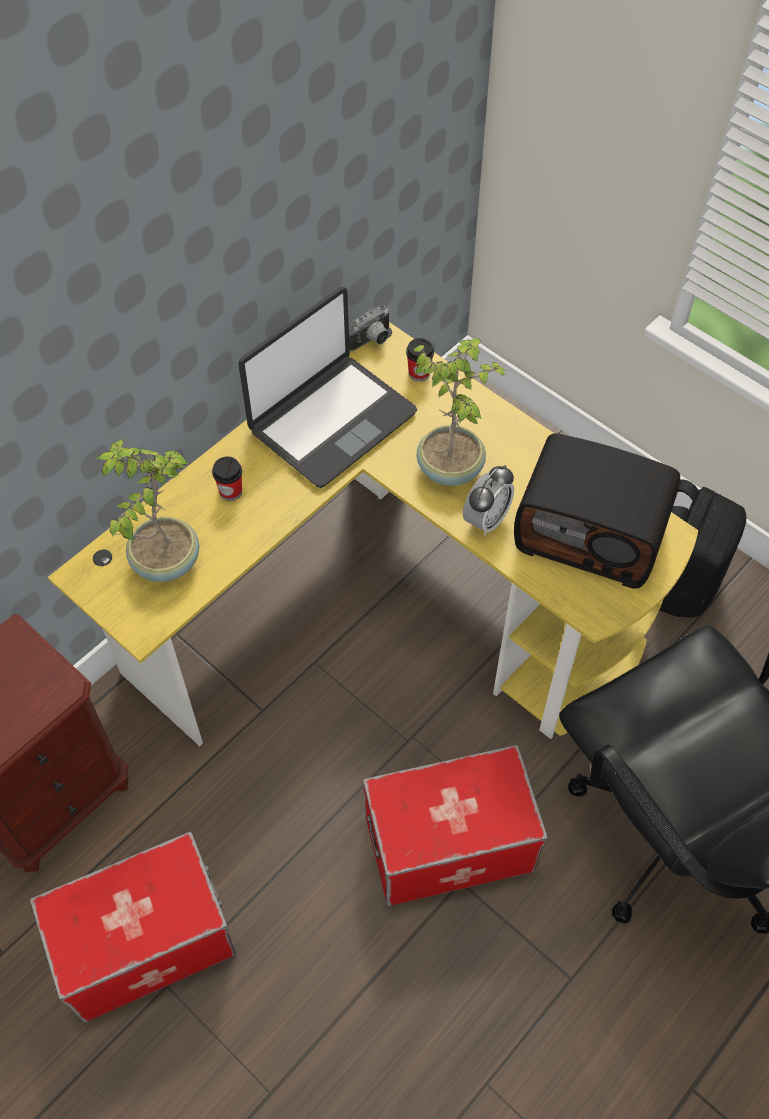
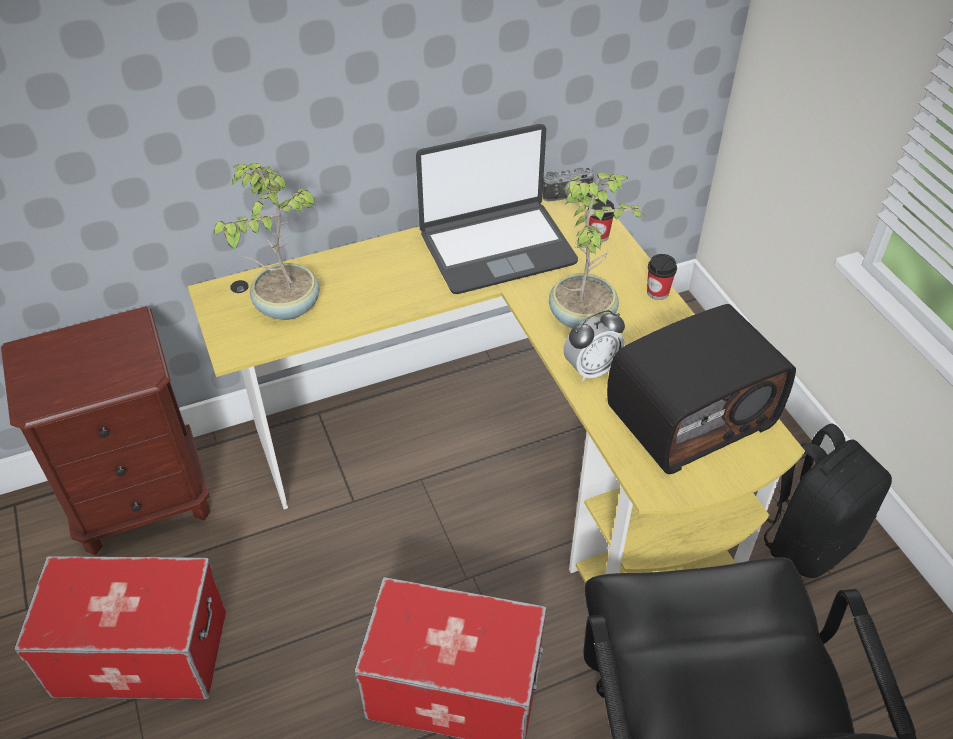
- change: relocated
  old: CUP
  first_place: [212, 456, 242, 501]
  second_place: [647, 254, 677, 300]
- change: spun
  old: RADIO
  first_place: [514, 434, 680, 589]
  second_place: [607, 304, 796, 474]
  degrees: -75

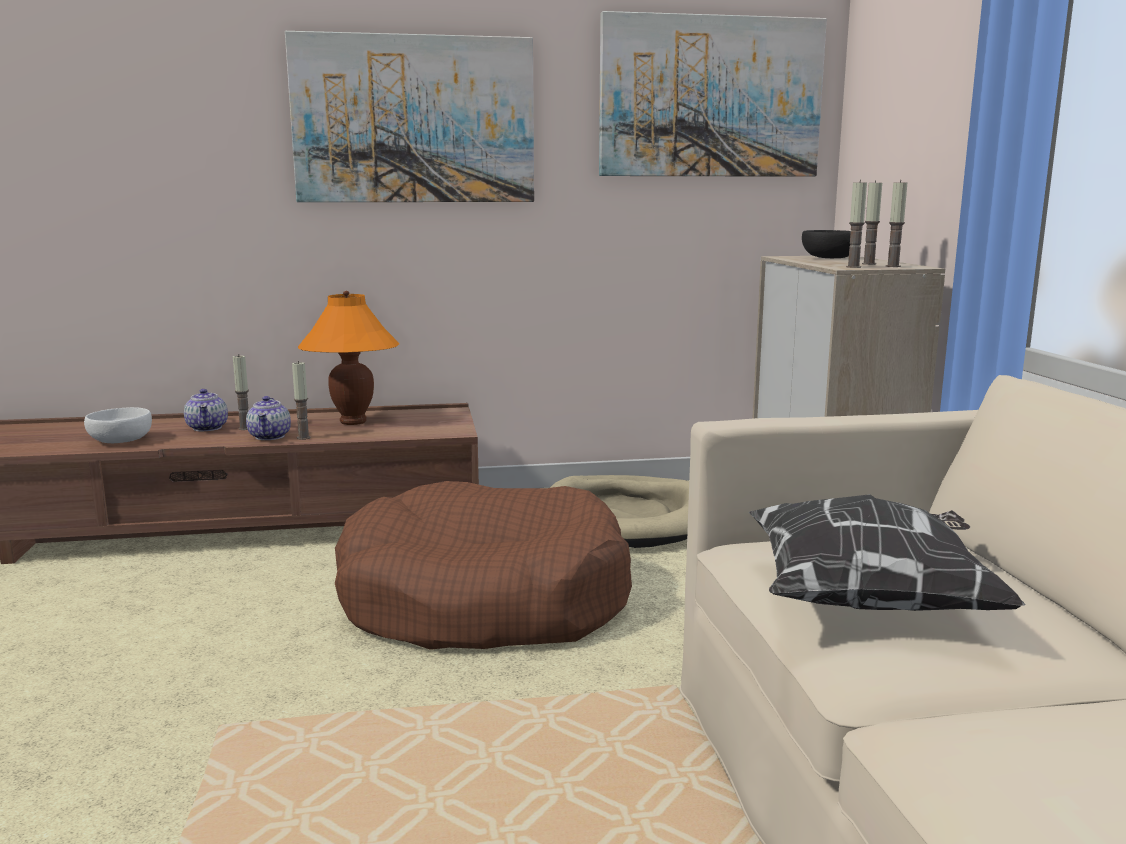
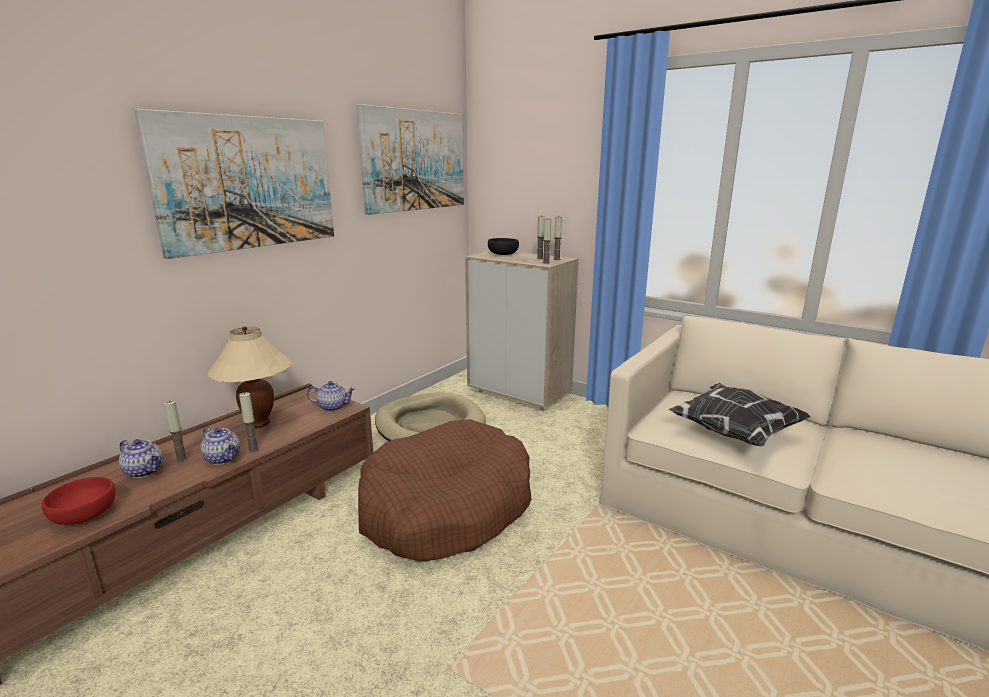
- change: colour
  old: WHITE BOWL
  new: RED BOWL
  first_place: [84, 407, 152, 443]
  second_place: [42, 477, 116, 525]
- change: colour
  old: ORANGE TABLE LAMP
  new: BEIGE TABLE LAMP
  first_place: [298, 291, 399, 425]
  second_place: [207, 326, 292, 428]
- change: appeared
  new: TEAPOT
  second_place: [307, 381, 355, 412]

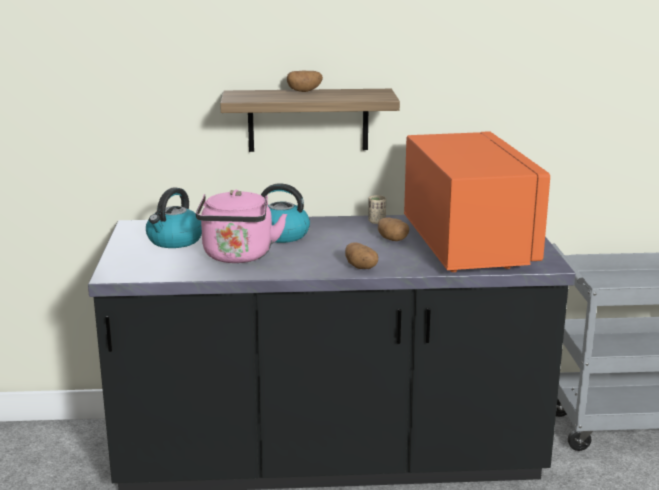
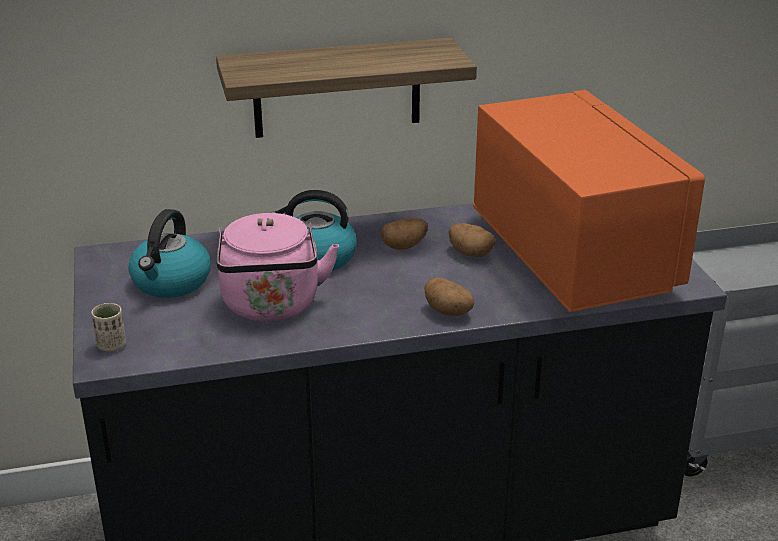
- change: relocated
  old: POTATO
  first_place: [287, 70, 323, 92]
  second_place: [381, 218, 428, 250]
- change: relocated
  old: BEIGE CUP
  first_place: [368, 195, 386, 224]
  second_place: [92, 303, 126, 352]

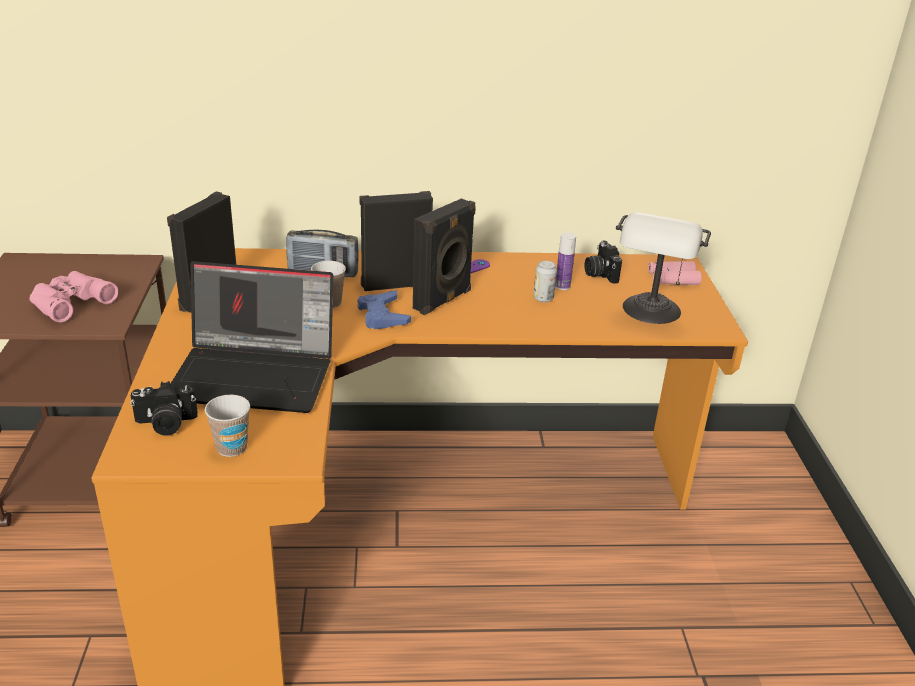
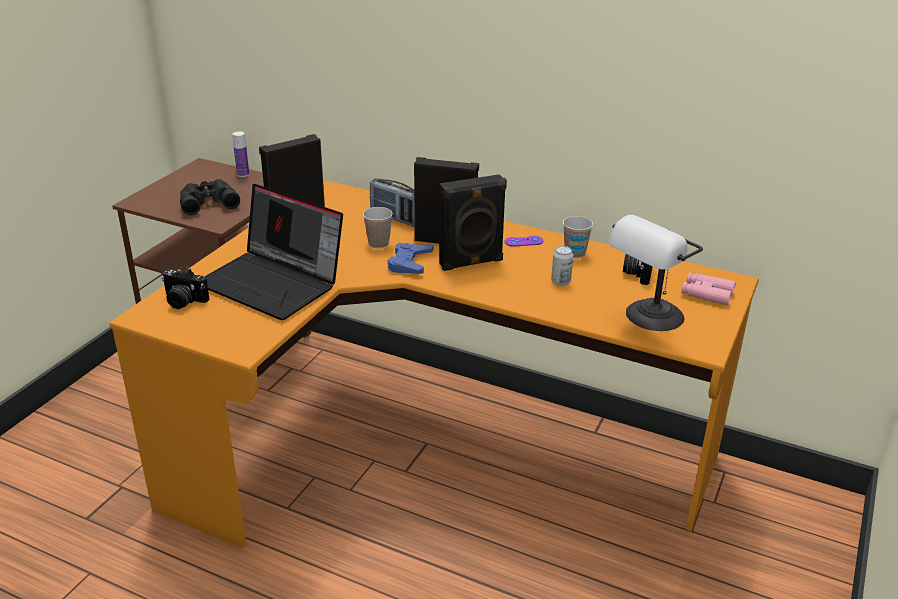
- change: colour
  old: PINK BINOCULARS
  new: BLACK BINOCULARS
  first_place: [30, 271, 118, 323]
  second_place: [180, 179, 240, 215]
- change: relocated
  old: CUP
  first_place: [205, 395, 250, 457]
  second_place: [563, 216, 593, 258]
- change: relocated
  old: BOTTLE
  first_place: [555, 232, 576, 290]
  second_place: [233, 131, 249, 177]

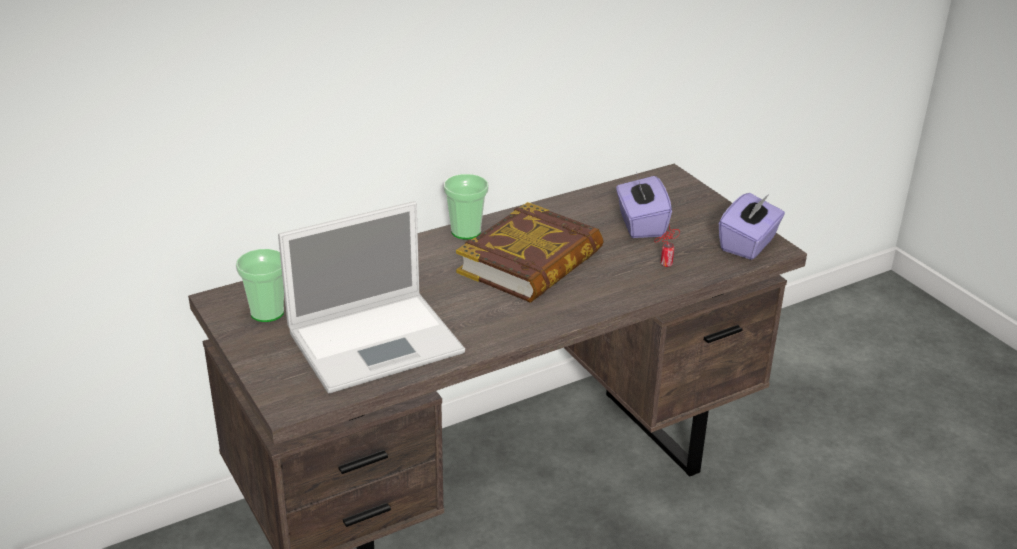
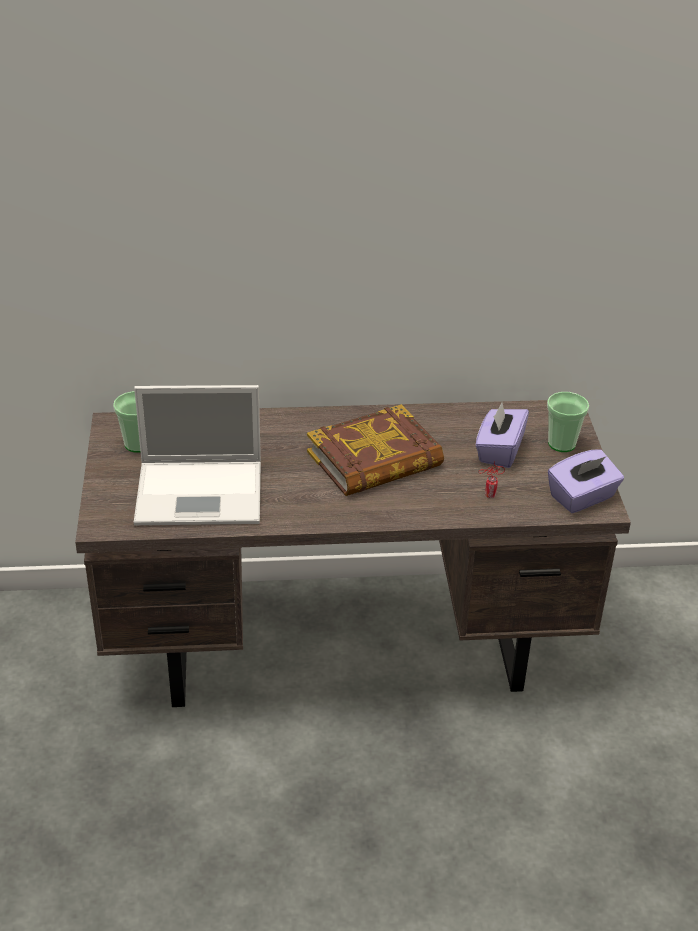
- change: relocated
  old: CUP
  first_place: [444, 174, 488, 239]
  second_place: [547, 392, 589, 452]

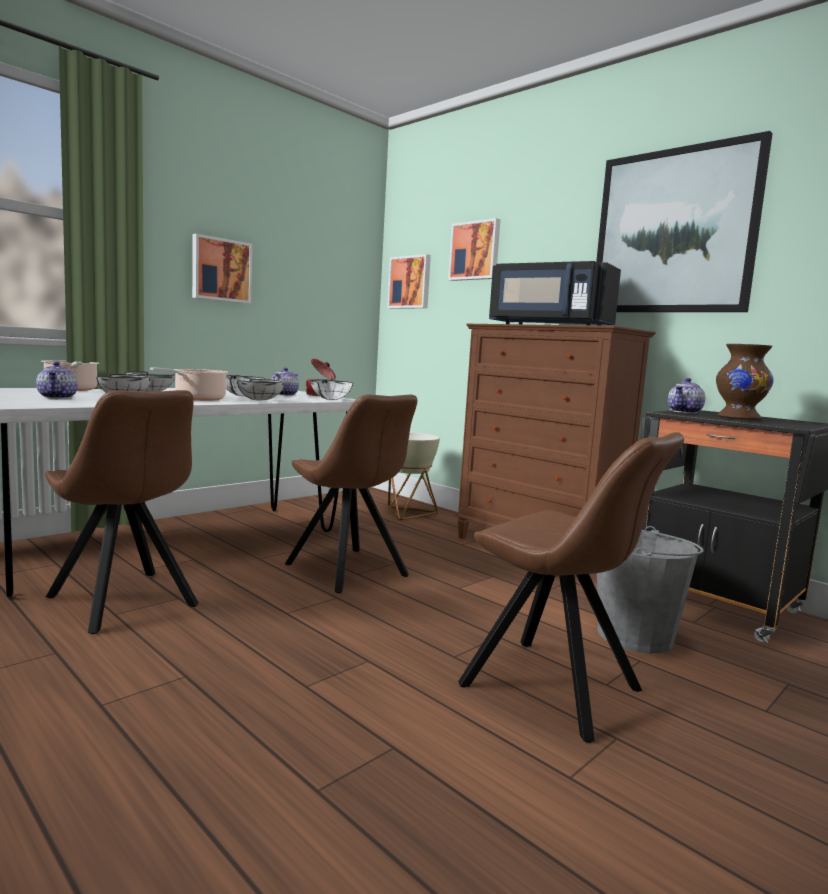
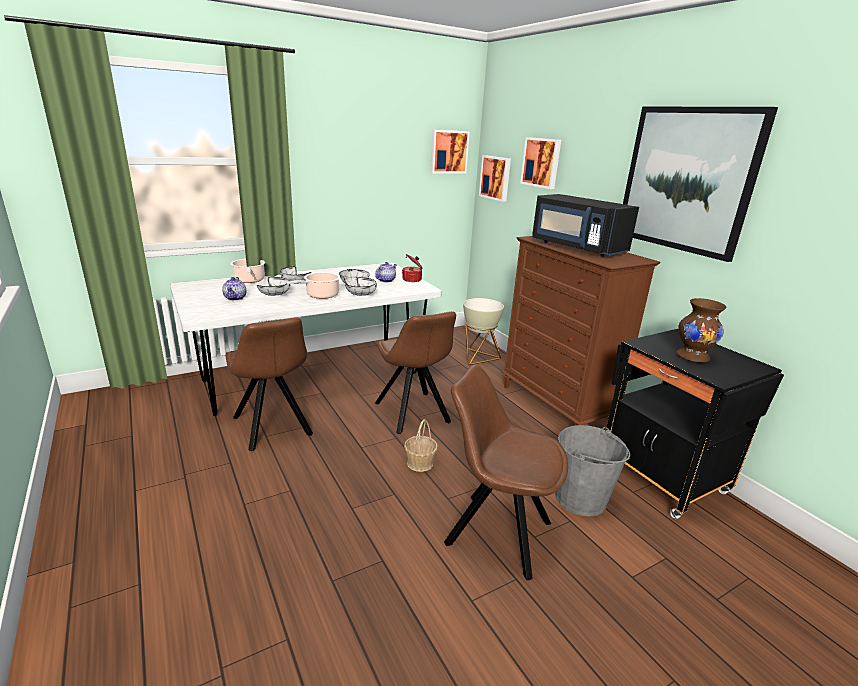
- change: relocated
  old: PICTURE
  first_place: [192, 234, 252, 304]
  second_place: [430, 130, 470, 173]
- change: missing
  old: WHITE BOWL
  first_place: [310, 379, 353, 400]
- change: spun
  old: BROWN CHAIR
  first_place: [458, 432, 684, 743]
  second_place: [444, 364, 568, 580]
  degrees: 150
- change: missing
  old: TEAPOT
  first_place: [668, 378, 706, 413]
- change: appeared
  new: BASKET
  second_place: [404, 419, 438, 472]

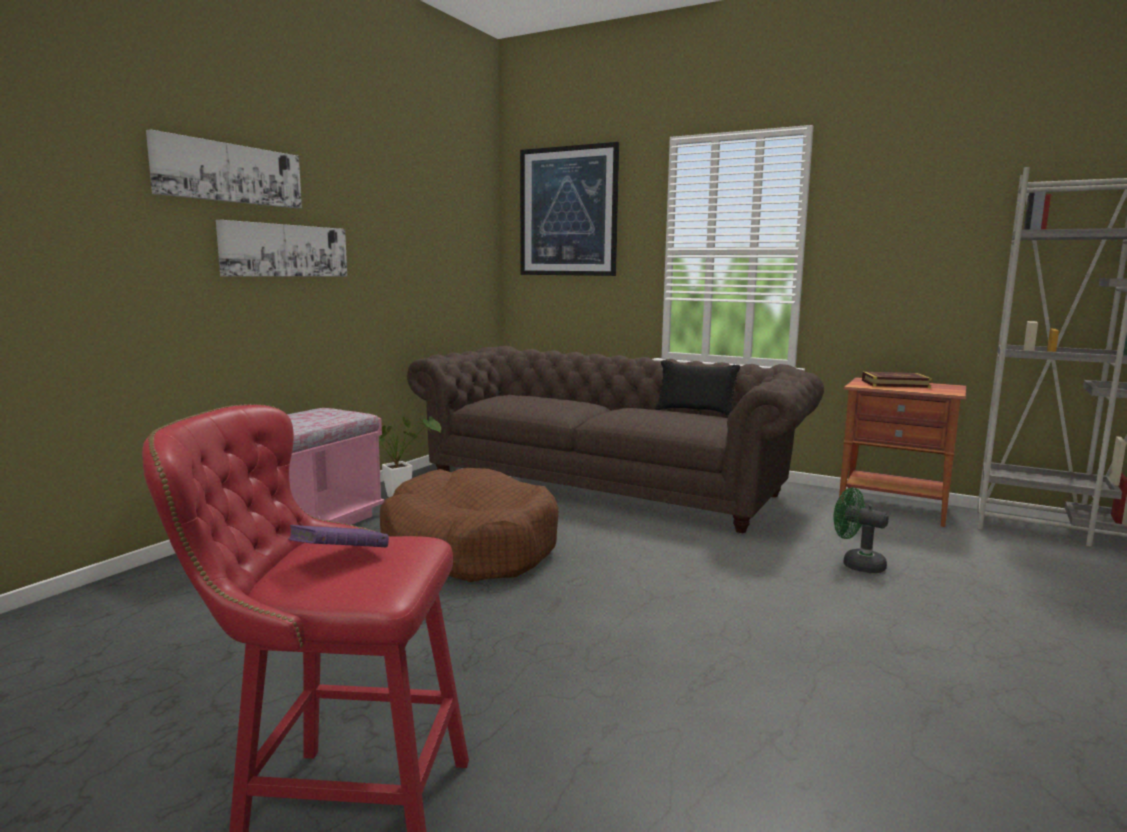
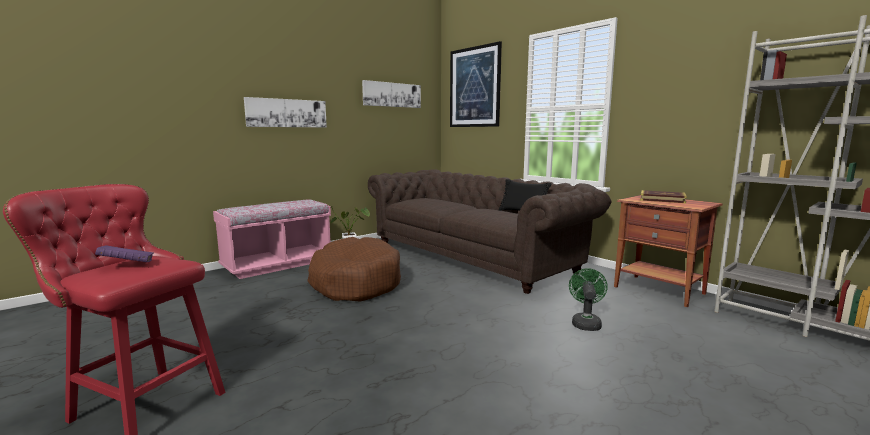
- change: relocated
  old: PICTURE
  first_place: [146, 129, 302, 209]
  second_place: [362, 80, 421, 108]
- change: spun
  old: GREEN FAN
  first_place: [833, 488, 889, 573]
  second_place: [569, 268, 608, 331]
  degrees: 45

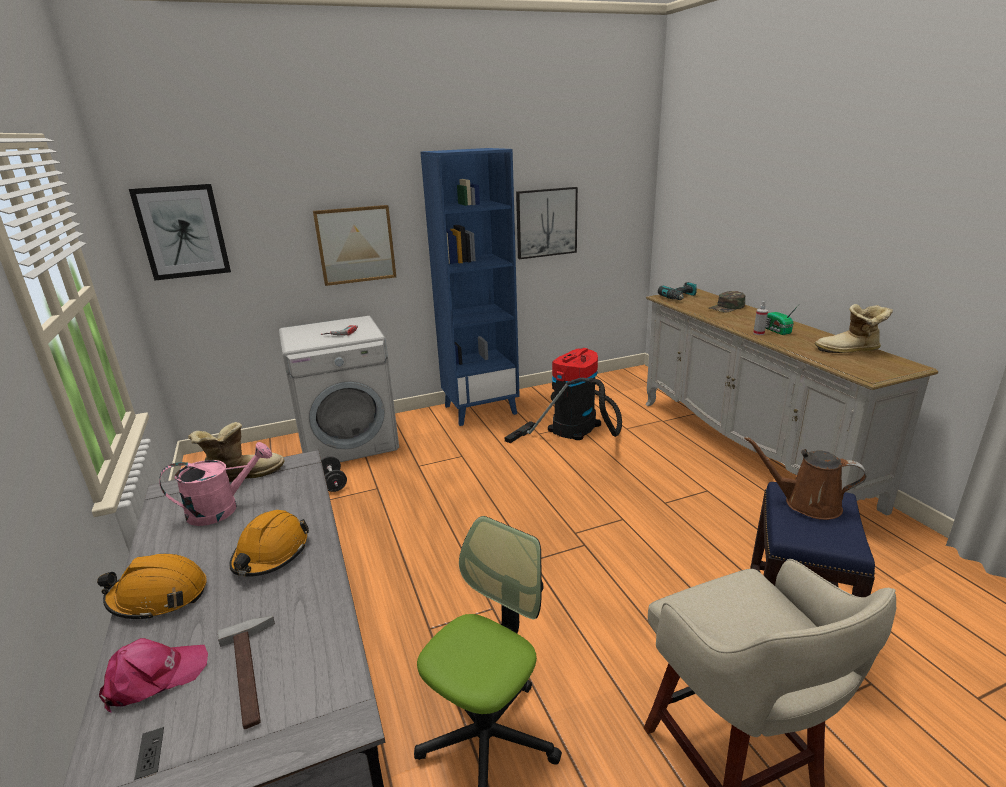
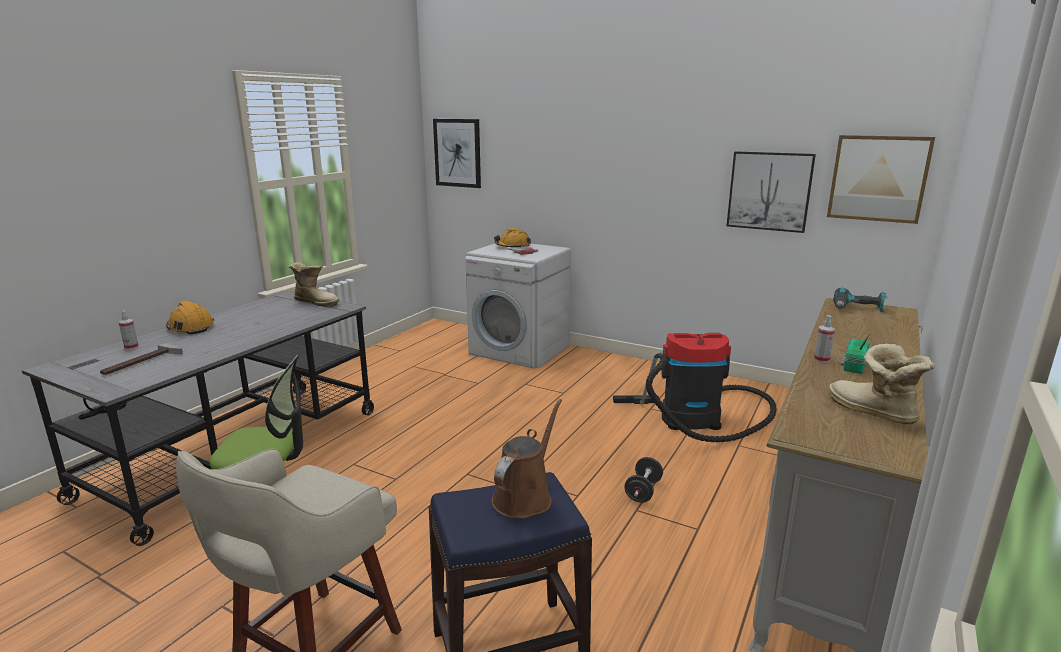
- change: exchanged
  old: PINK CAP
  new: SPRAY BOTTLE
  first_place: [99, 638, 208, 712]
  second_place: [119, 310, 139, 350]
- change: missing
  old: PINK WATERING CAN
  first_place: [159, 442, 272, 526]
- change: relocated
  old: ORANGE HARD HAT
  first_place: [230, 510, 309, 577]
  second_place: [494, 228, 531, 248]
- change: relocated
  old: PICTURE
  first_place: [313, 205, 396, 286]
  second_place: [827, 135, 935, 224]
- change: relocated
  old: BLACK DUMBBELL
  first_place: [321, 456, 347, 492]
  second_place: [625, 457, 663, 503]
- change: missing
  old: BLUE BOOKCASE
  first_place: [420, 148, 520, 426]
- change: missing
  old: GREEN CAP
  first_place: [708, 291, 745, 313]
- change: spun
  old: BROWN WATERING CAN
  first_place: [744, 436, 866, 520]
  second_place: [491, 399, 562, 519]
  degrees: 45

